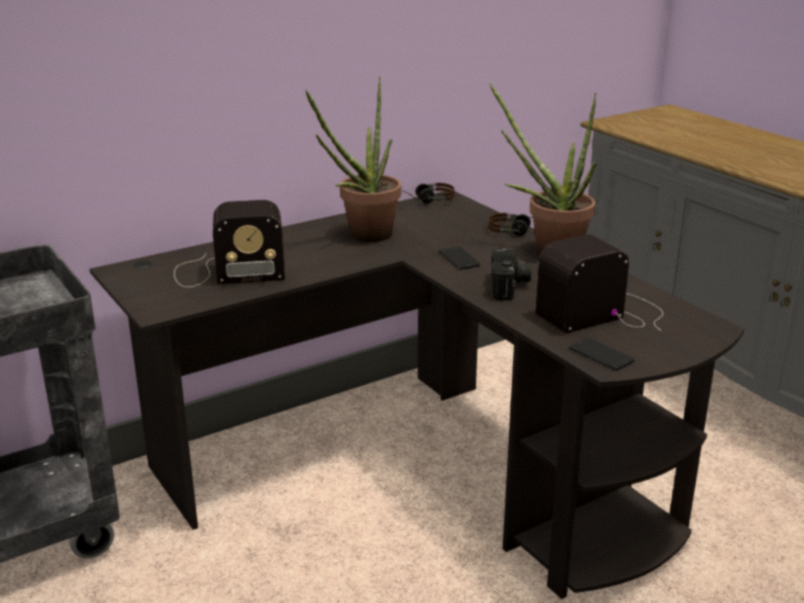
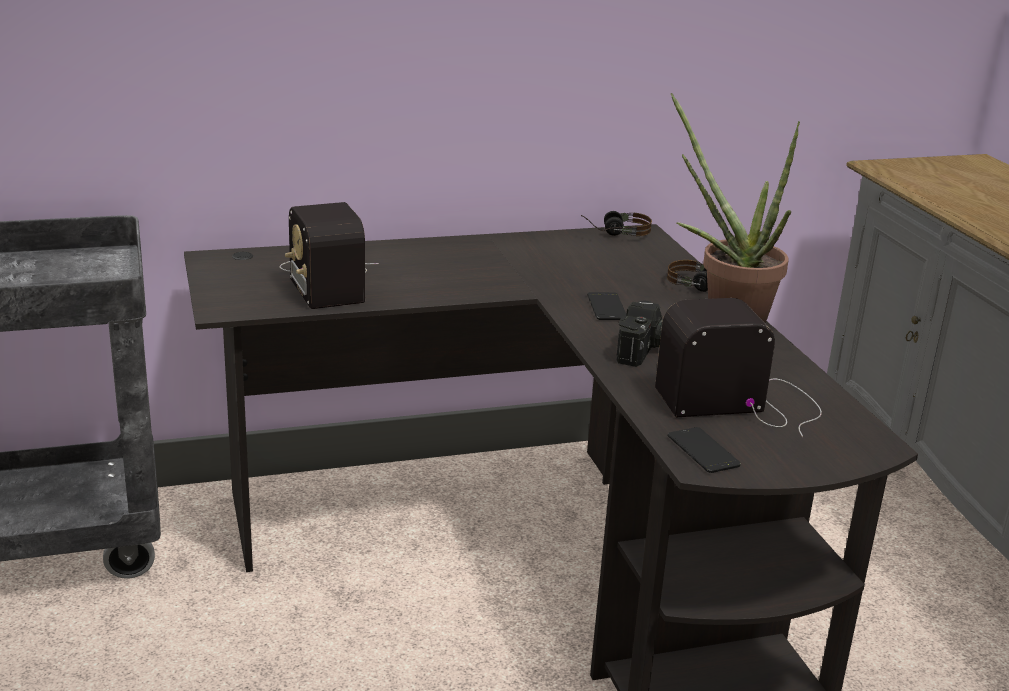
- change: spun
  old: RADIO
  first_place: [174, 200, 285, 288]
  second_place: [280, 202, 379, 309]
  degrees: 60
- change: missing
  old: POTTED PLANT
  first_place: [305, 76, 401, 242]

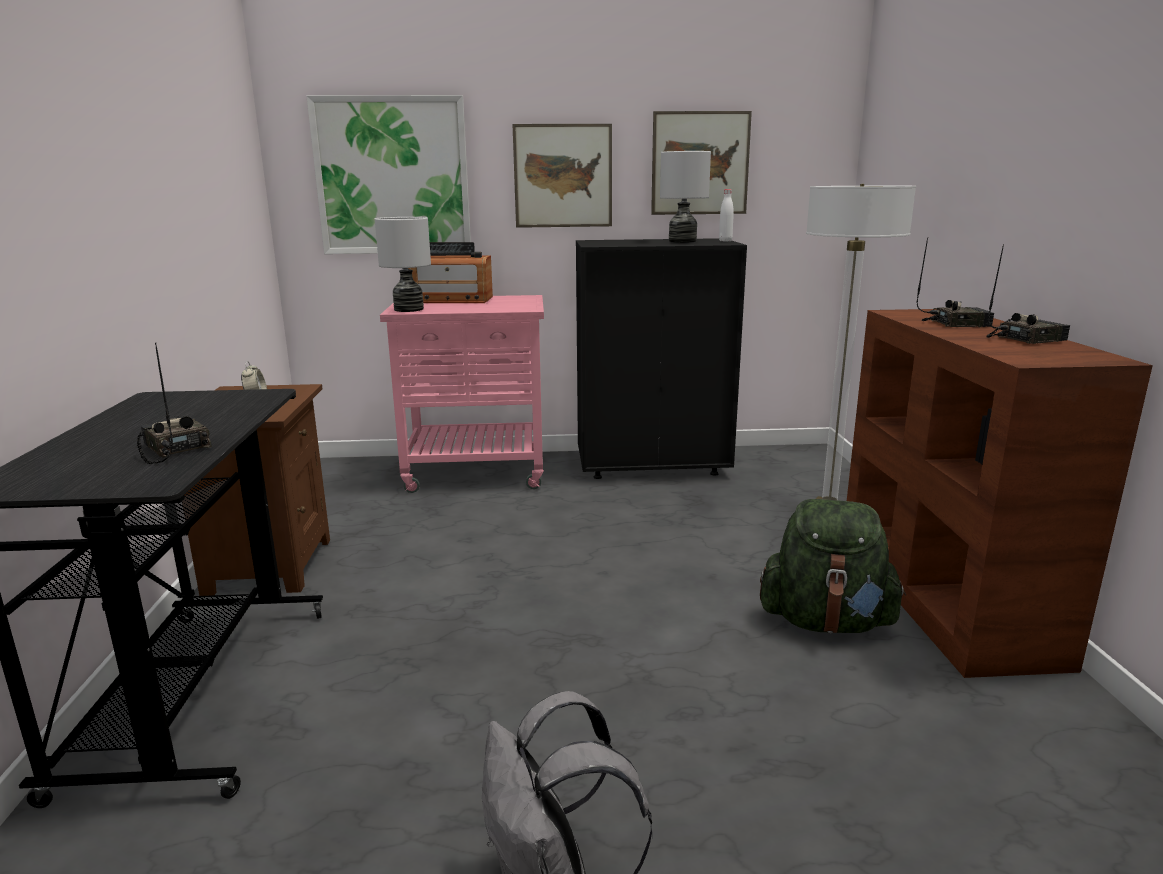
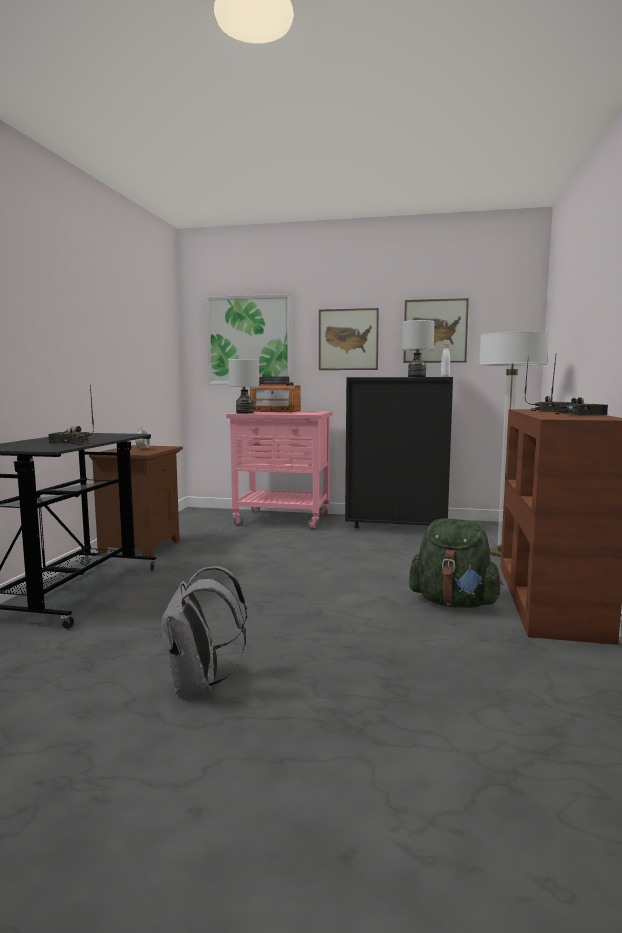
- change: spun
  old: RADIO
  first_place: [137, 343, 212, 464]
  second_place: [48, 384, 94, 445]
  degrees: -60

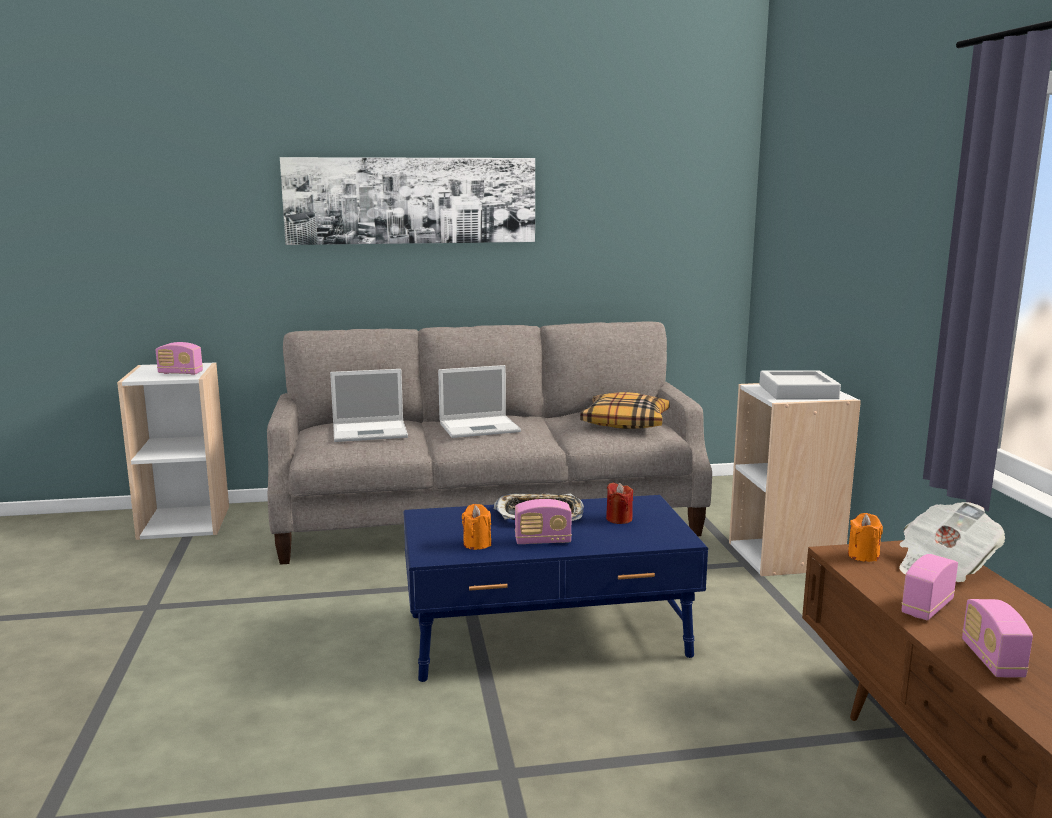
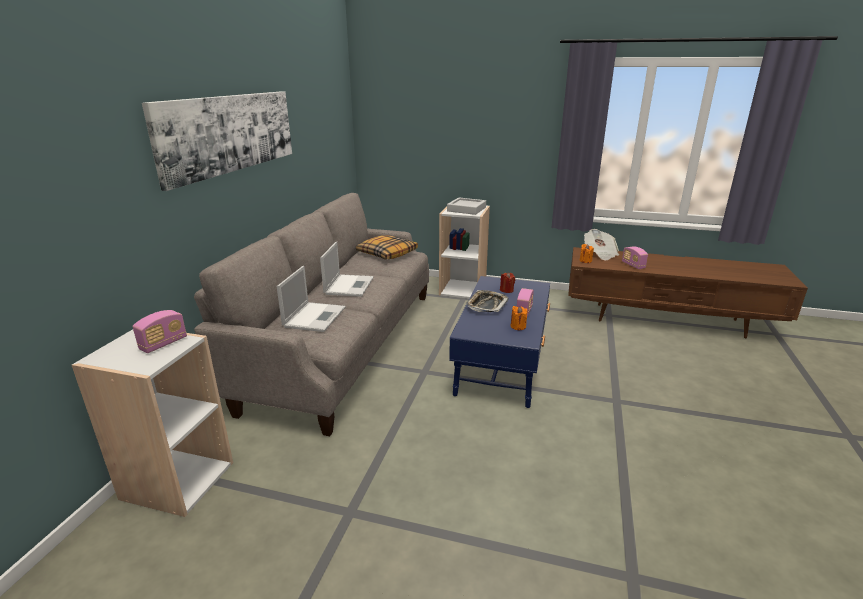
- change: missing
  old: RADIO
  first_place: [962, 599, 1033, 678]

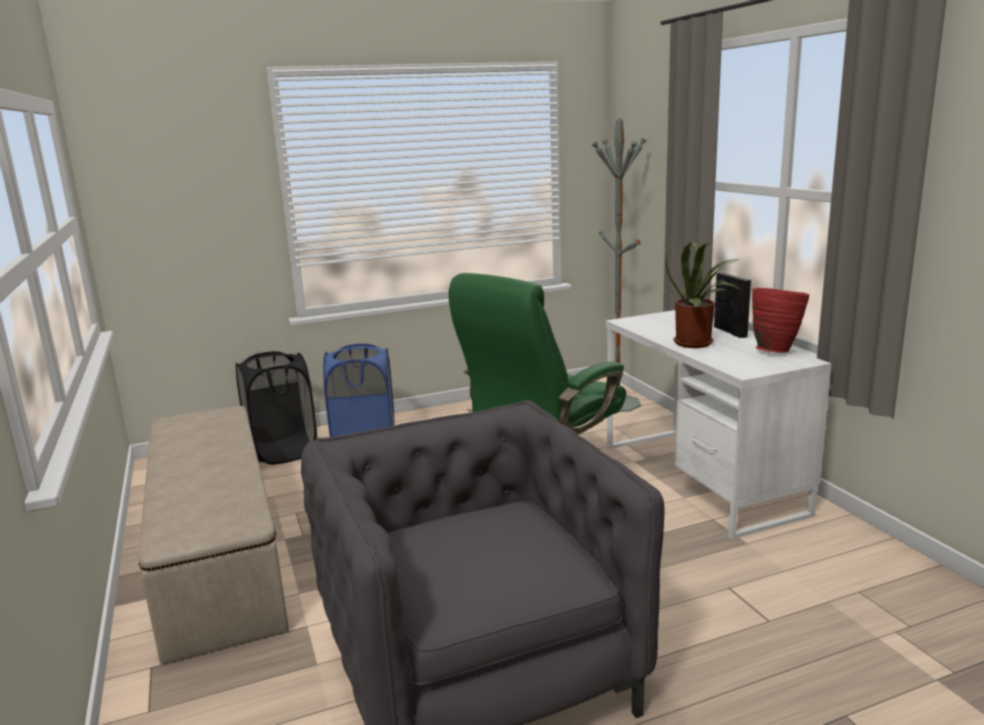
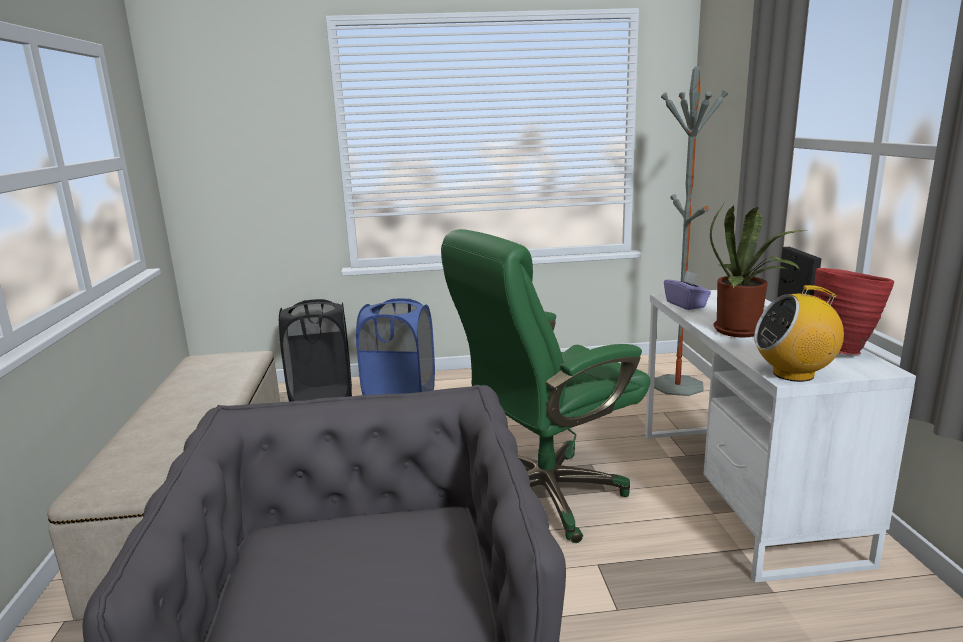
- change: appeared
  new: PURPLE TISSUE BOX
  second_place: [664, 271, 711, 310]
- change: appeared
  new: RADIO
  second_place: [754, 285, 844, 382]

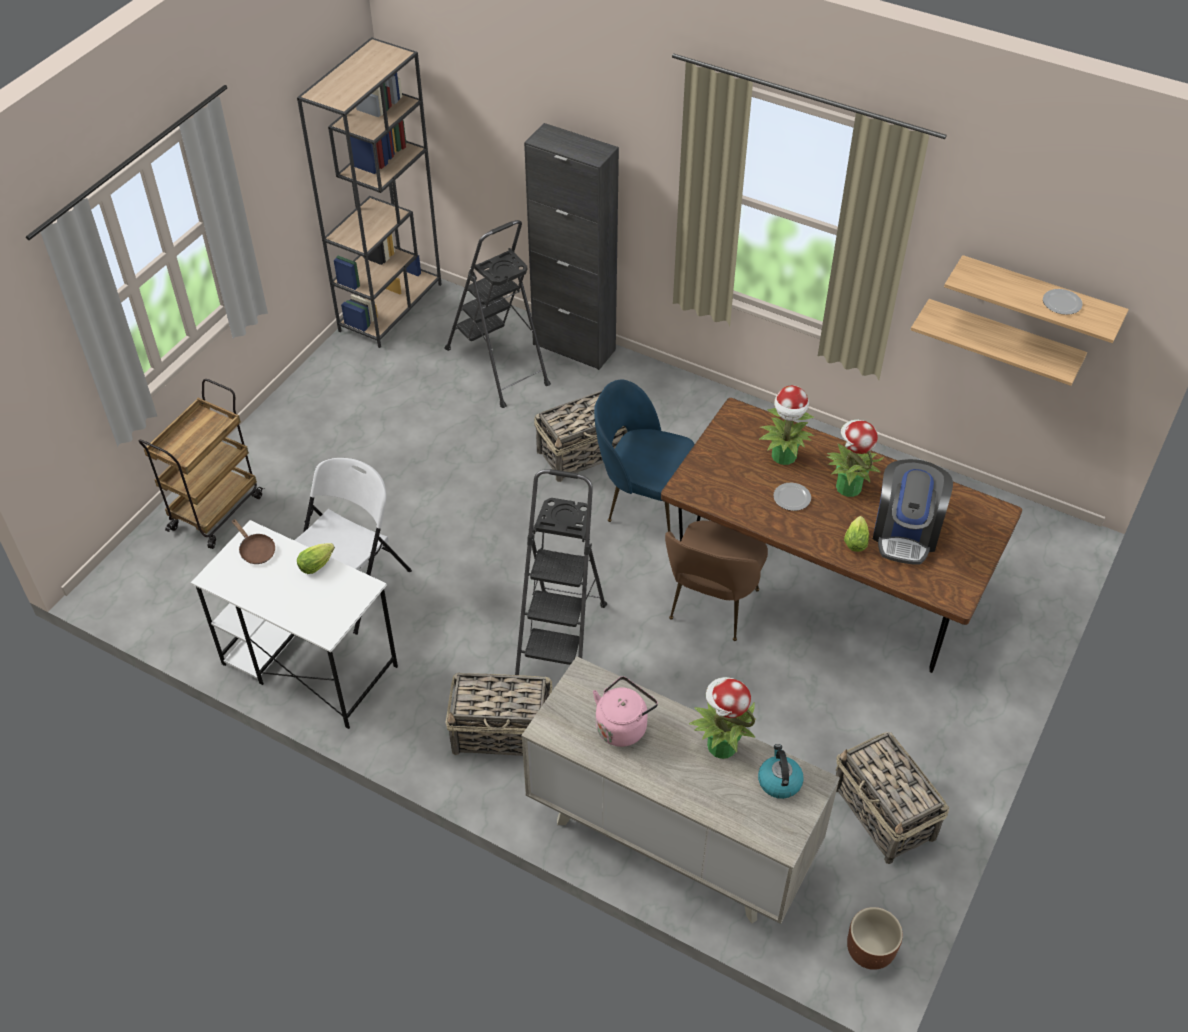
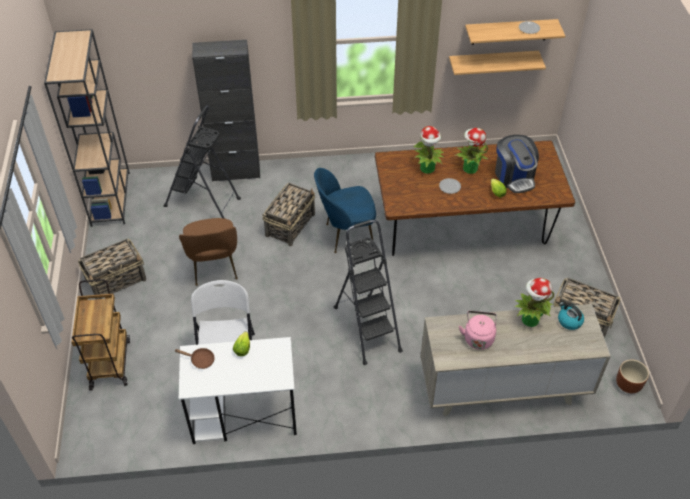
- change: relocated
  old: BASKET
  first_place: [446, 672, 552, 756]
  second_place: [78, 238, 146, 299]
- change: relocated
  old: BROWN CHAIR
  first_place: [665, 520, 768, 641]
  second_place: [179, 218, 238, 286]

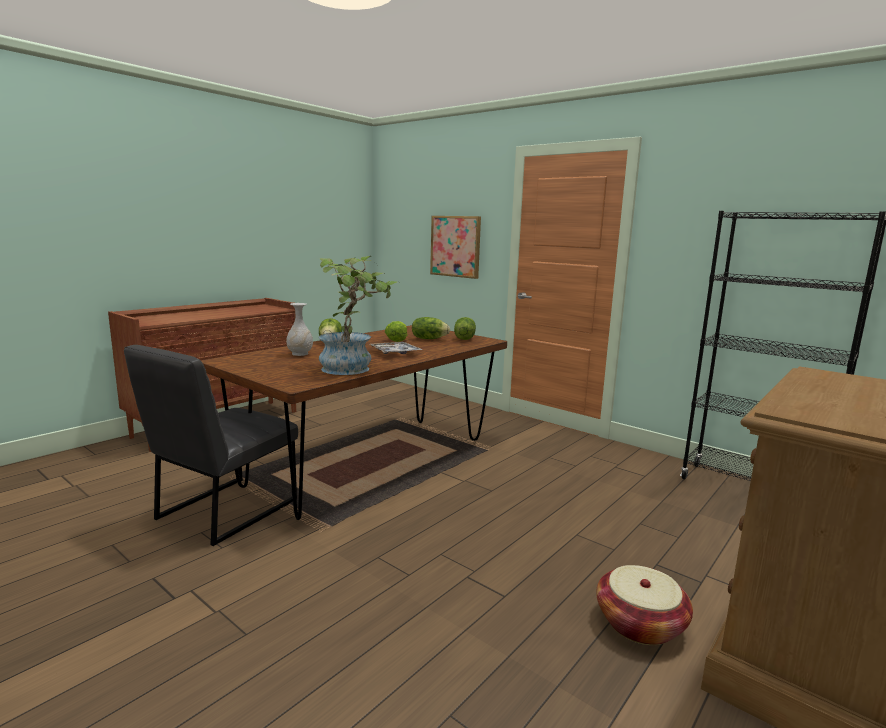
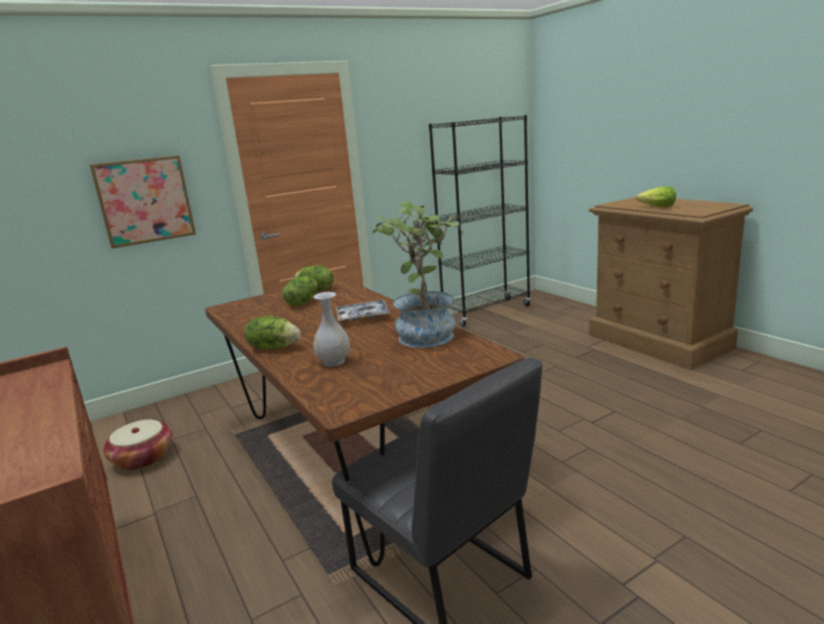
- change: relocated
  old: LETTUCE
  first_place: [385, 321, 407, 342]
  second_place: [636, 186, 676, 207]
- change: relocated
  old: BASKET
  first_place: [596, 565, 693, 645]
  second_place: [103, 420, 172, 470]

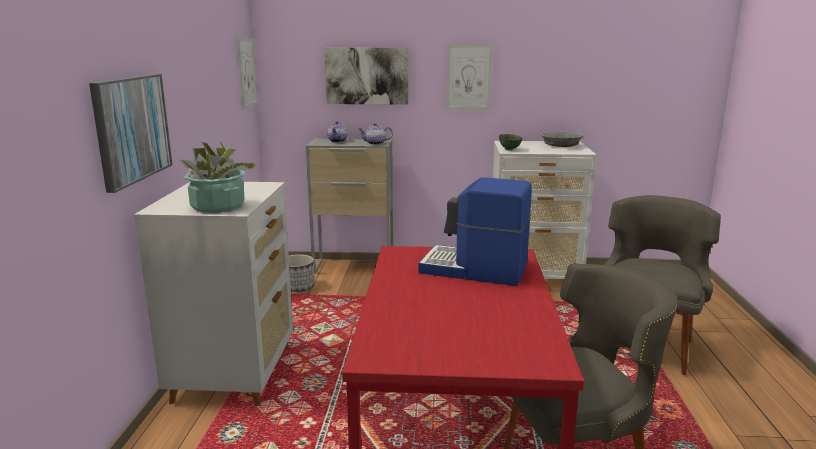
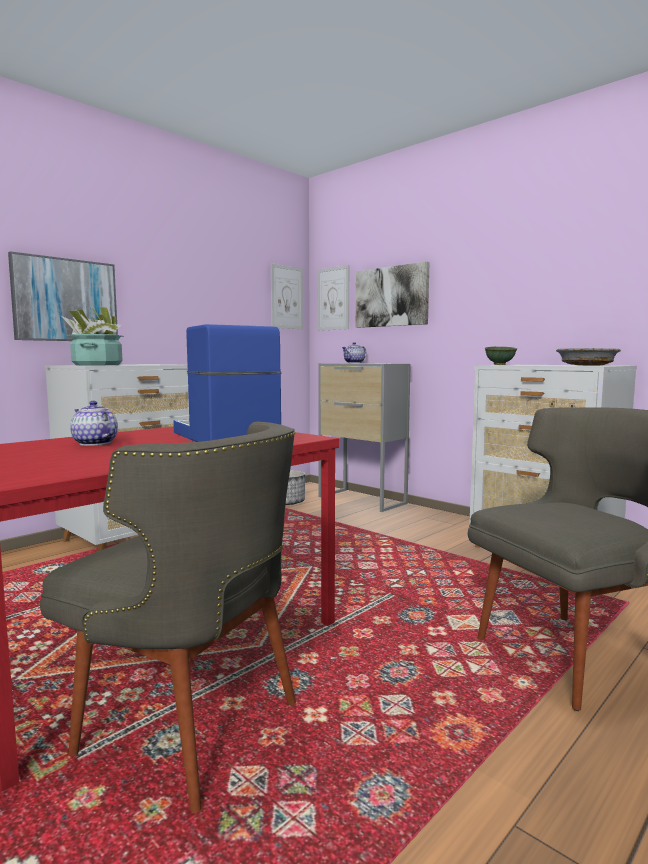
- change: relocated
  old: TEAPOT
  first_place: [358, 123, 393, 145]
  second_place: [70, 401, 118, 446]
- change: relocated
  old: PICTURE
  first_place: [446, 44, 493, 110]
  second_place: [318, 265, 349, 331]

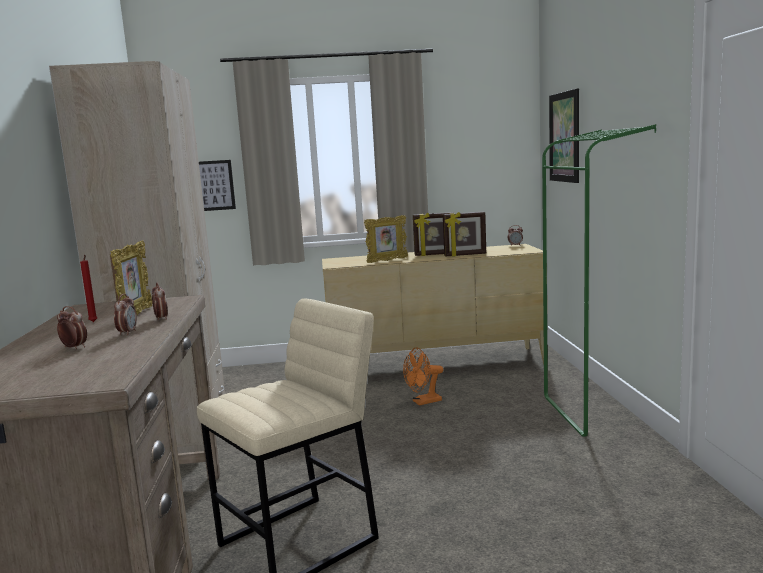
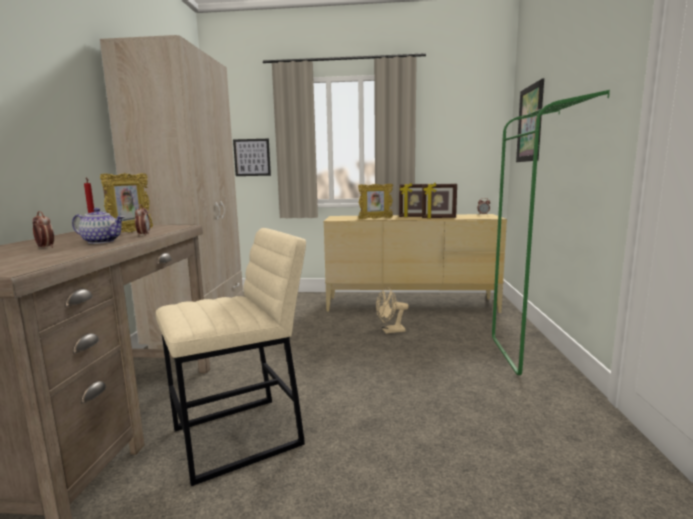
- change: exchanged
  old: ALARM CLOCK
  new: TEAPOT
  first_place: [114, 294, 137, 335]
  second_place: [72, 208, 124, 244]
- change: colour
  old: ORANGE FAN
  new: BEIGE FAN
  first_place: [403, 347, 443, 406]
  second_place: [376, 287, 409, 334]

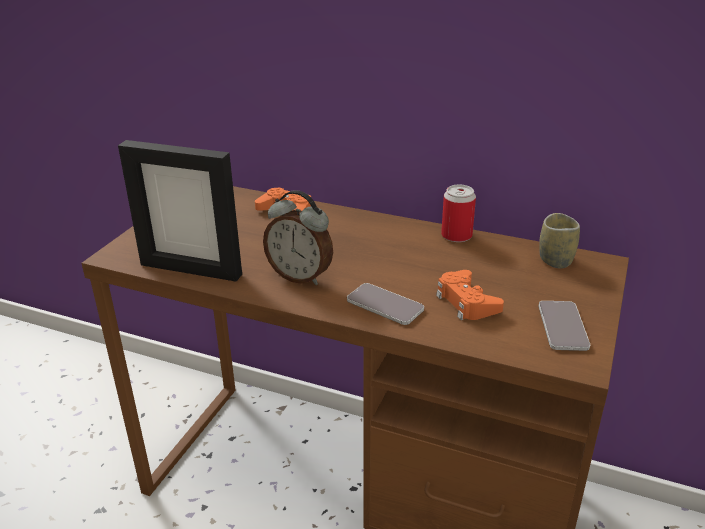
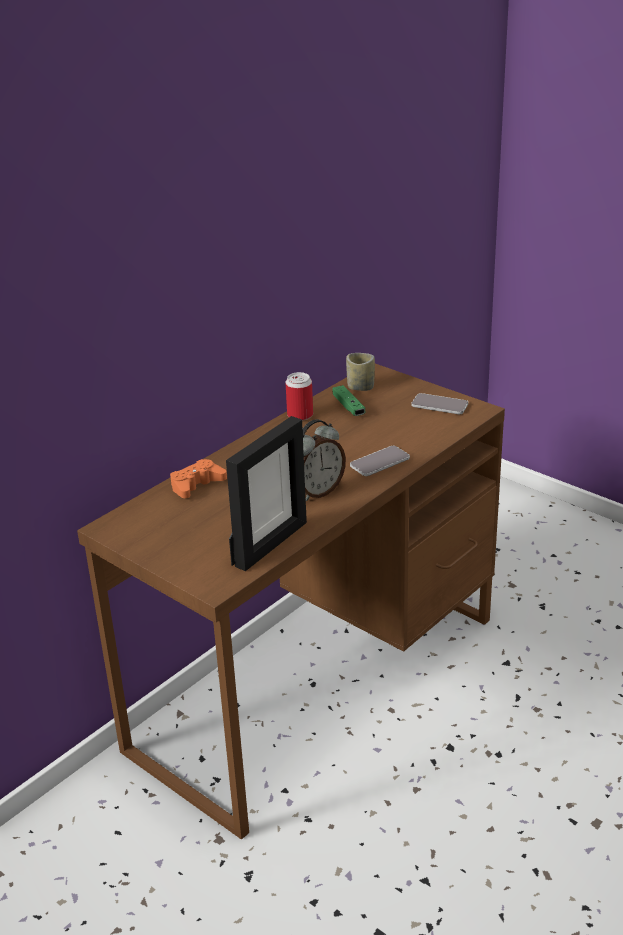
- change: missing
  old: ORANGE GAME CONTROLLER
  first_place: [436, 270, 504, 320]
- change: appeared
  new: GREEN GAME CONTROLLER
  second_place: [332, 385, 366, 416]

